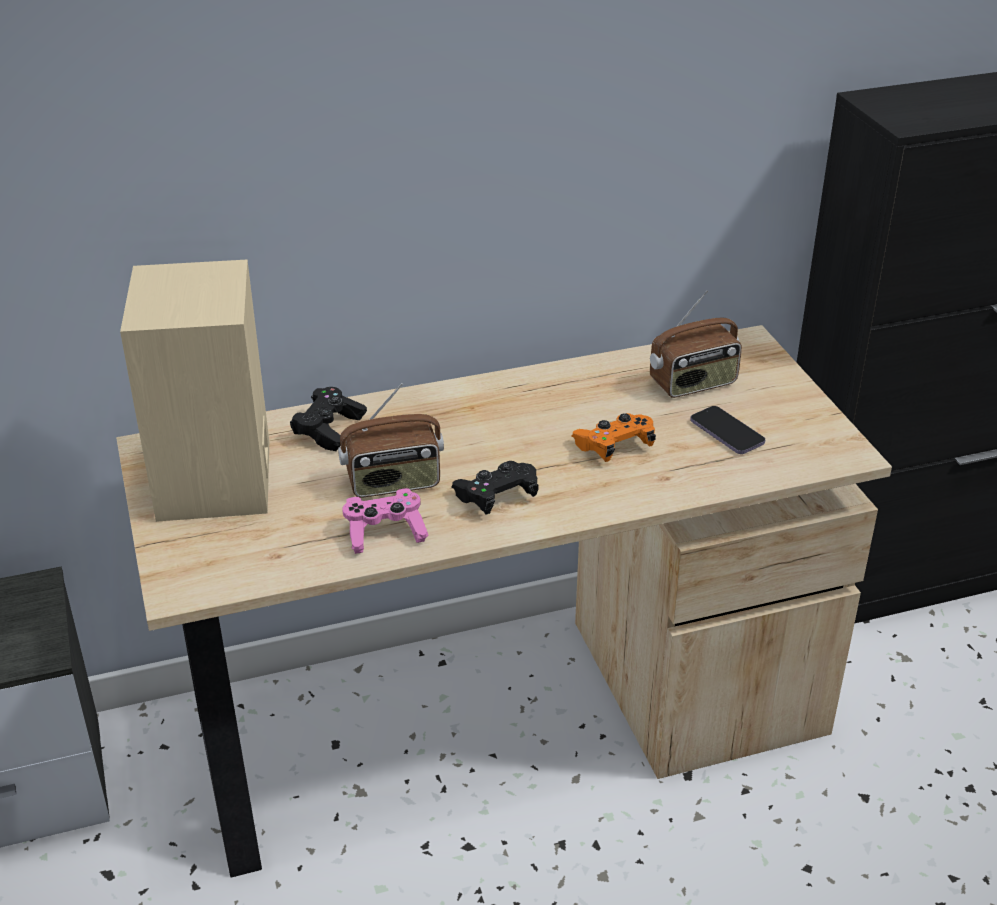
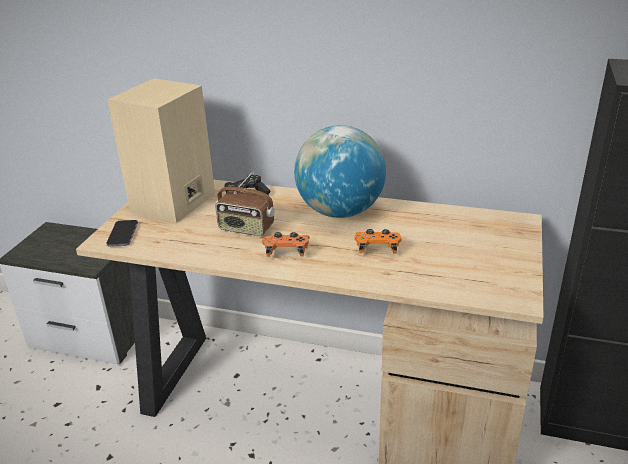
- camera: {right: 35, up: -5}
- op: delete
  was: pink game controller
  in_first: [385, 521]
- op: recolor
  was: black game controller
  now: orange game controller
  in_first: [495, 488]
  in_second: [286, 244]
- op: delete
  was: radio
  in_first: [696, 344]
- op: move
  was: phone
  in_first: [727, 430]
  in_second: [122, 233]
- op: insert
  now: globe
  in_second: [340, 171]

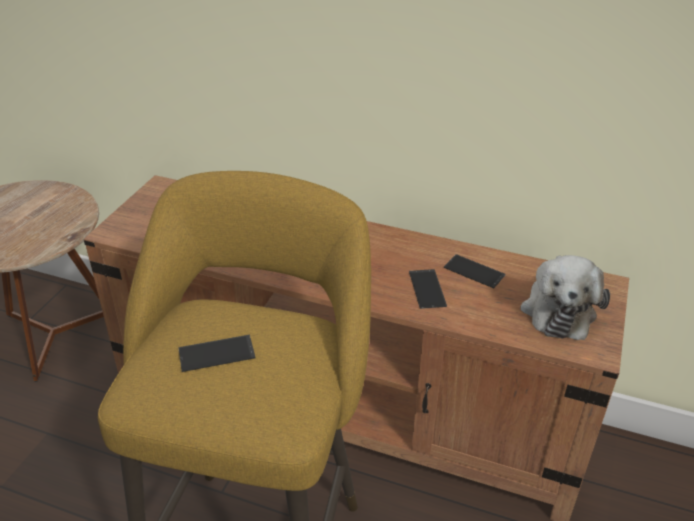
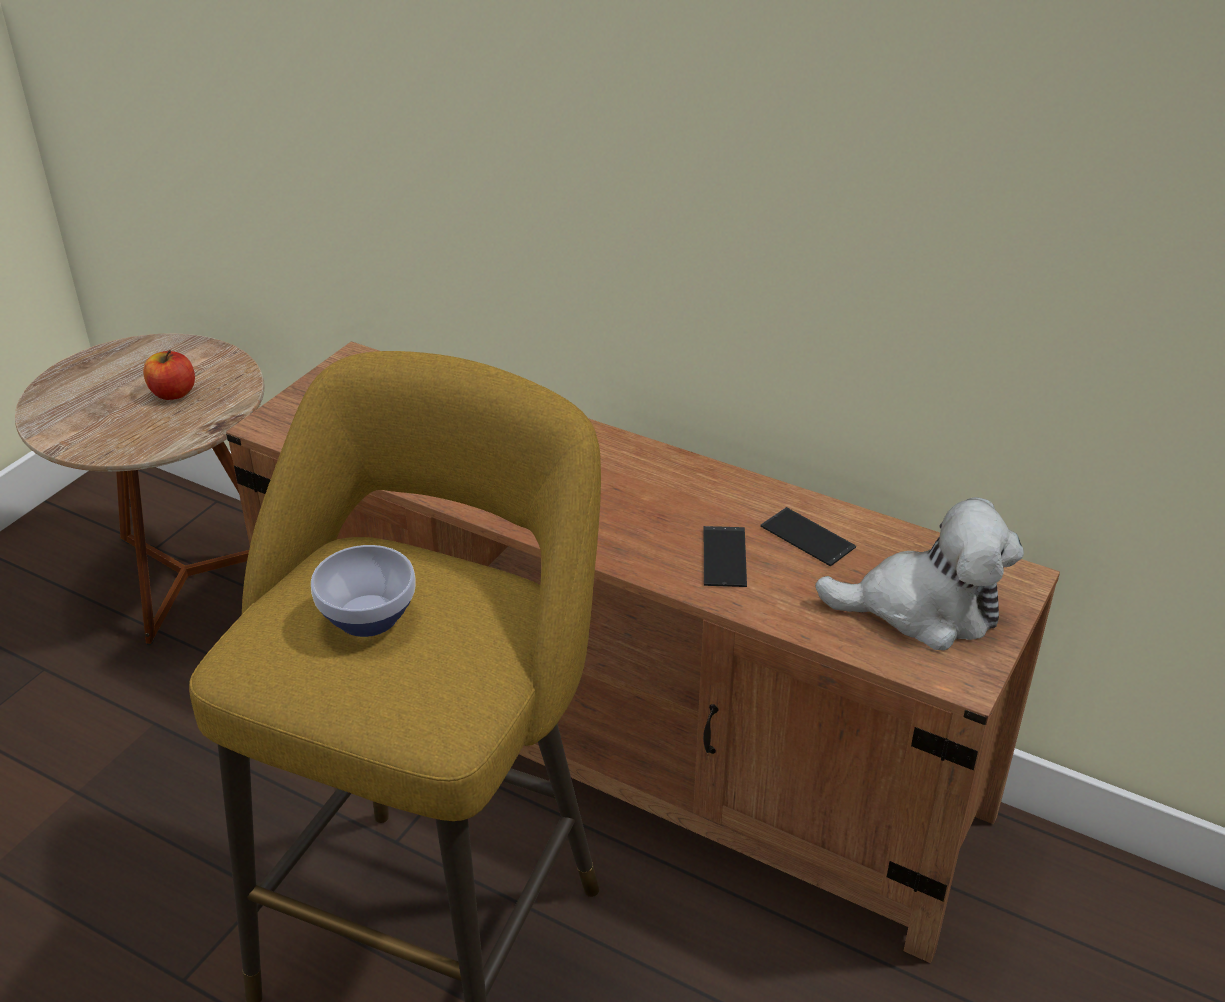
- camera: {right: 10, up: 0}
- op: replace
  was: phone
  now: bowl
  in_first: [216, 353]
  in_second: [363, 591]
- op: rotate
  was: plush toy
  in_first: [565, 297]
  in_second: [919, 573]
  clockwise: -105
- op: insert
  now: apple
  in_second: [169, 375]

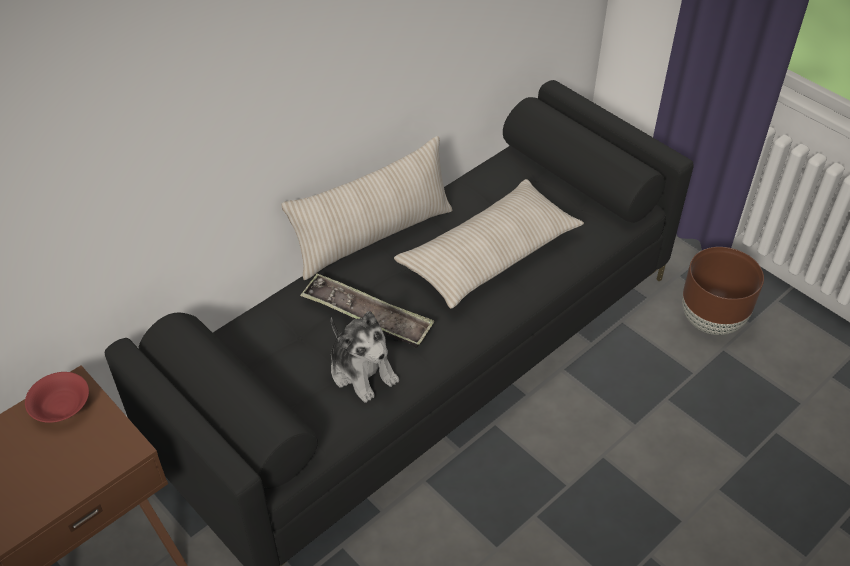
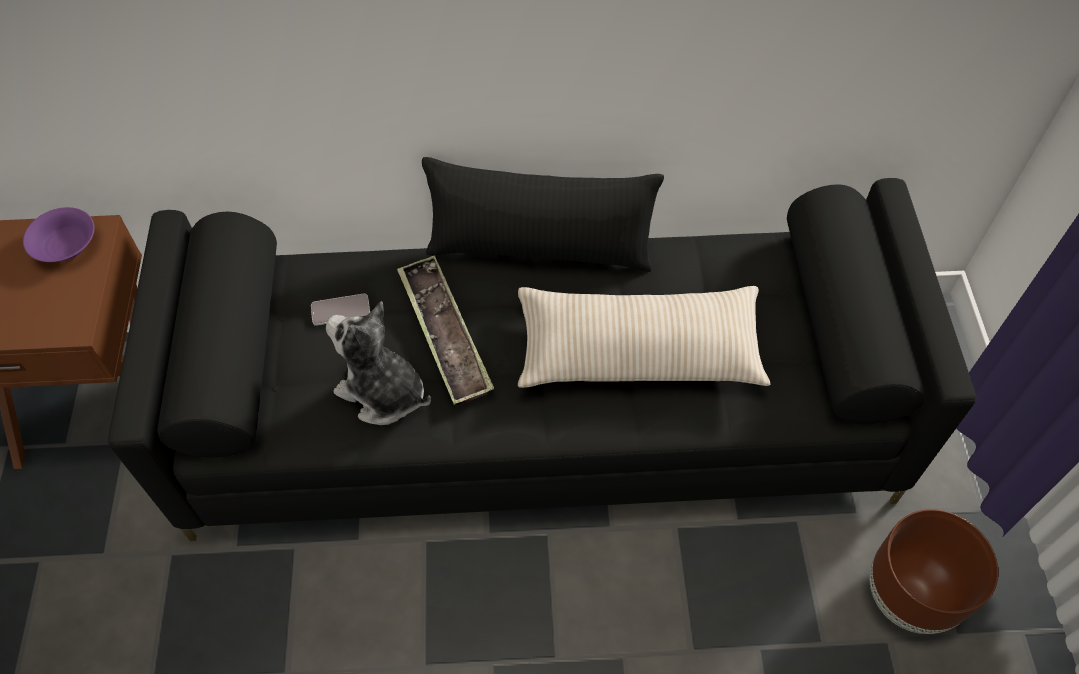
- camera: {right: 40, up: 10}
- op: recolor
  was: red bowl
  now: purple bowl
  in_first: [57, 397]
  in_second: [59, 234]
- op: recolor
  was: beige pillow
  now: black pillow
  in_first: [366, 208]
  in_second: [543, 214]
- op: rotate
  was: plush toy
  in_first: [365, 357]
  in_second: [378, 363]
  clockwise: 120
- op: insert
  now: phone
  in_second: [340, 310]

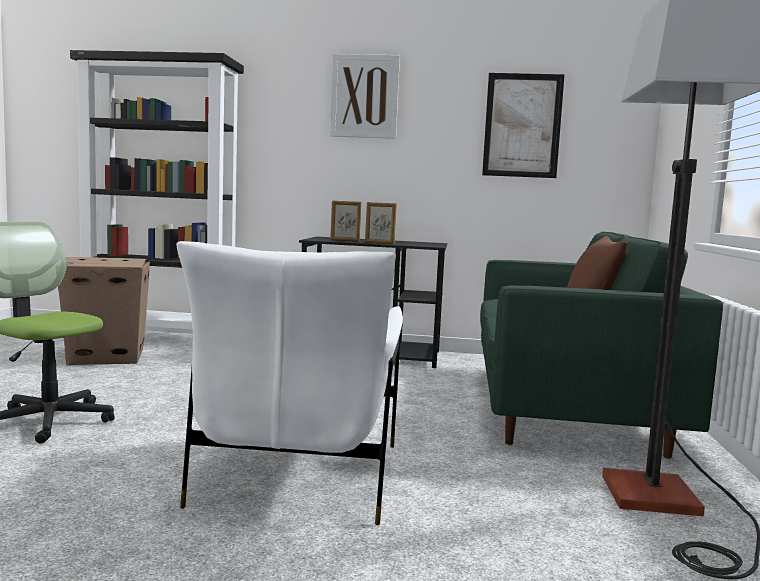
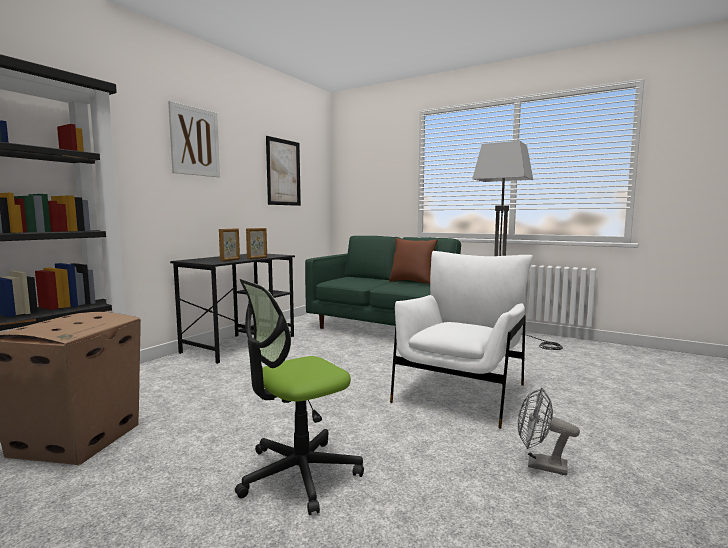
- camera: {right: -65, up: 0}
- op: rotate
  was: white armchair
  in_first: [289, 383]
  in_second: [461, 340]
  clockwise: -90
- op: insert
  now: grey fan
  in_second: [549, 432]

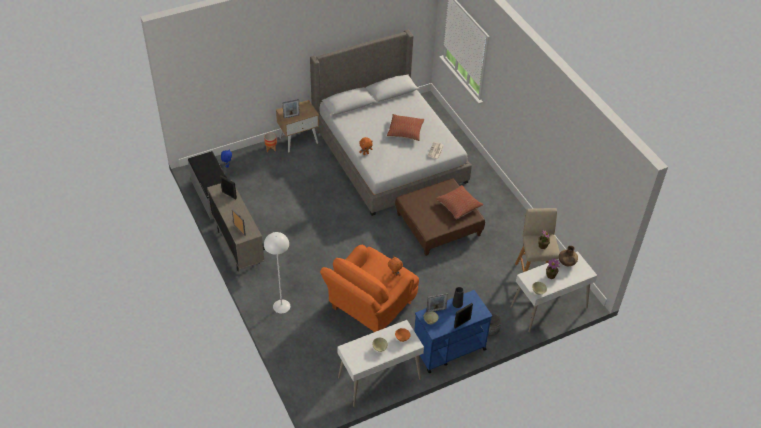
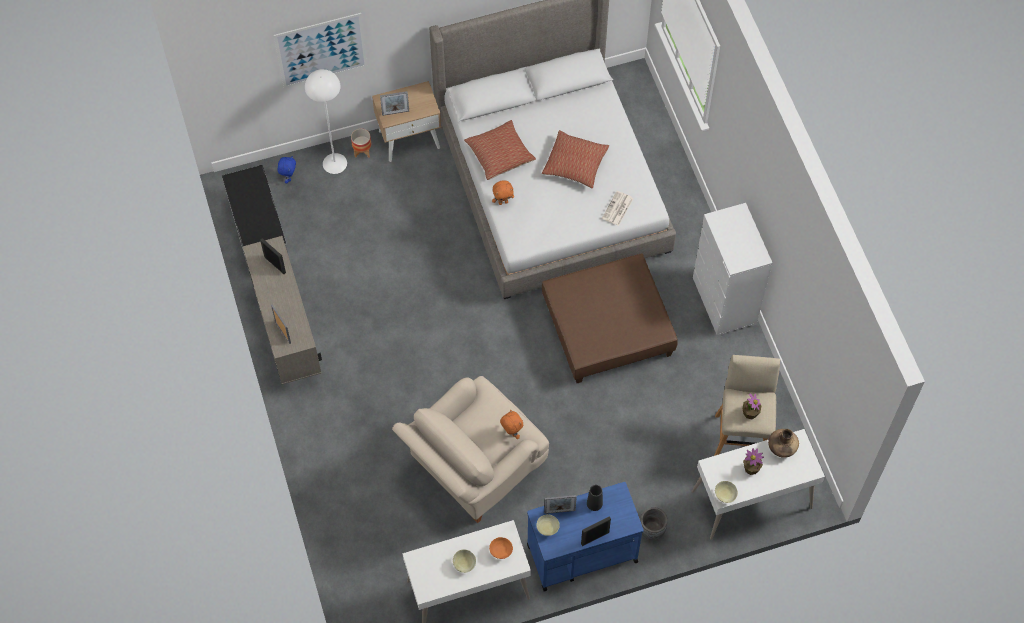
- camera: {right: 10, up: 15}
- op: move
  was: white floor lamp
  in_first: [277, 272]
  in_second: [326, 121]
- op: recolor
  was: orange armchair
  now: beige armchair
  in_first: [369, 289]
  in_second: [470, 449]
- op: move
  was: pillow
  in_first: [459, 202]
  in_second: [500, 150]
- op: insert
  now: picture
  in_second: [320, 50]
- op: insert
  now: white dresser
  in_second: [732, 269]

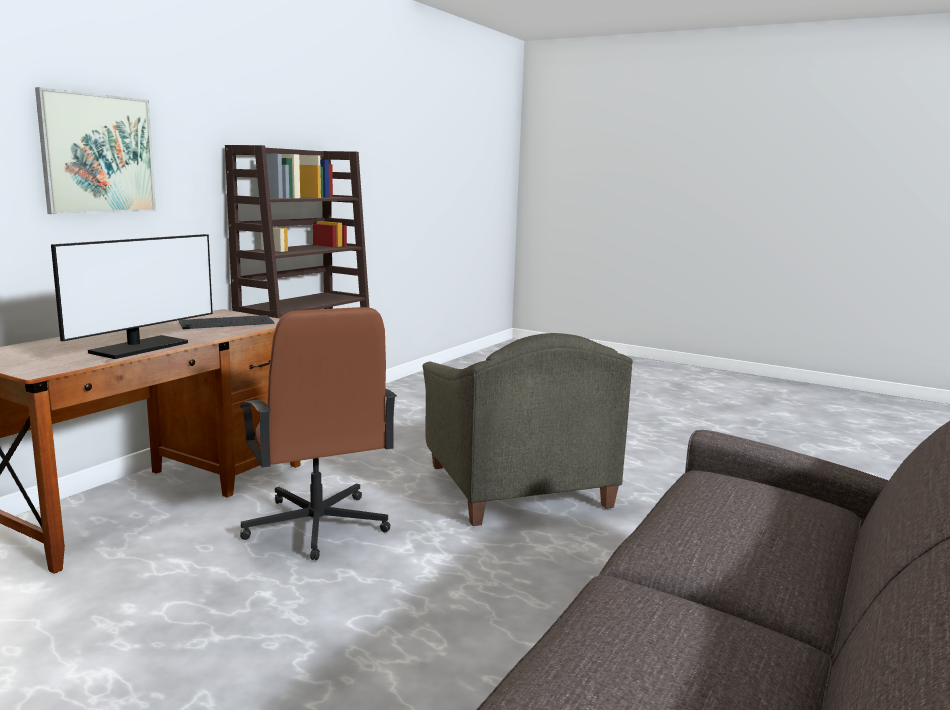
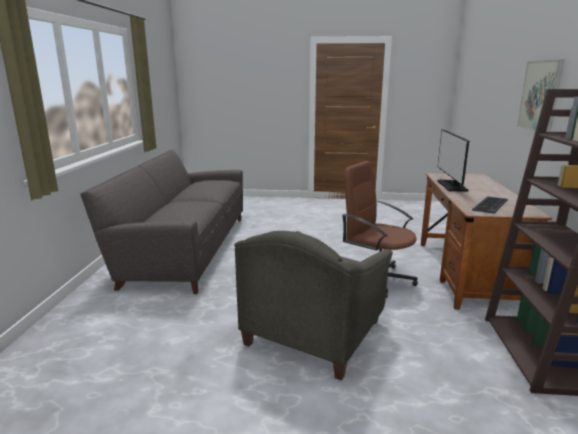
- camera: {right: 155, up: 5}
- op: rotate
  was: grey armchair
  in_first: [527, 429]
  in_second: [314, 305]
  clockwise: -105

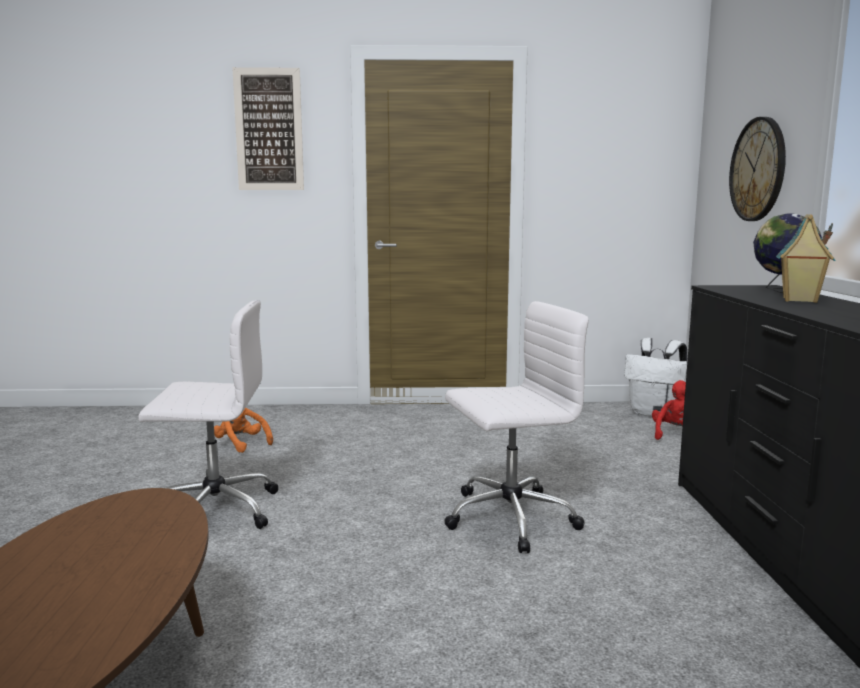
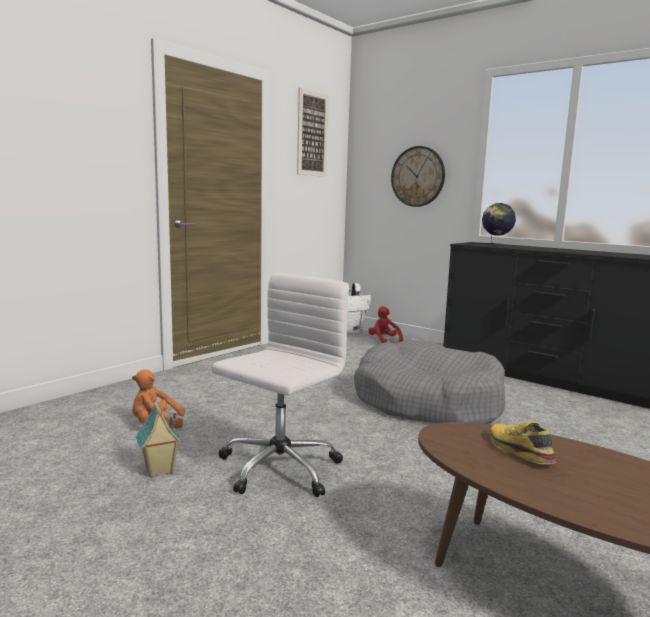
- camera: {right: -50, up: 0}
- op: move
  was: picture
  in_first: [268, 128]
  in_second: [313, 132]
- op: replace
  was: white office chair
  now: grey dog bed
  in_first: [516, 427]
  in_second: [429, 382]
- op: move
  was: toy house
  in_first: [805, 258]
  in_second: [159, 439]
- op: insert
  now: yellow shoe
  in_second: [523, 442]

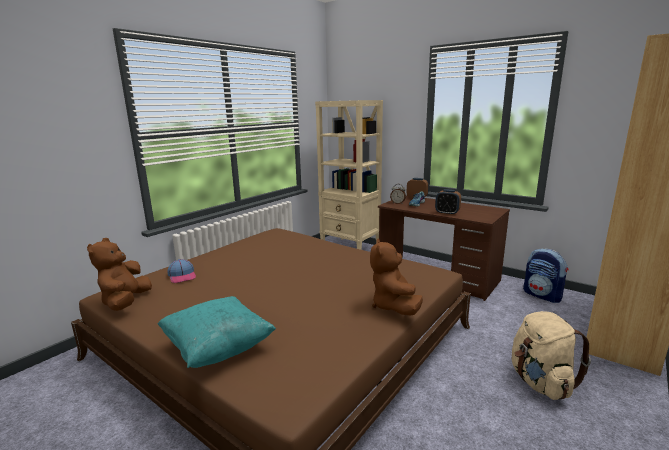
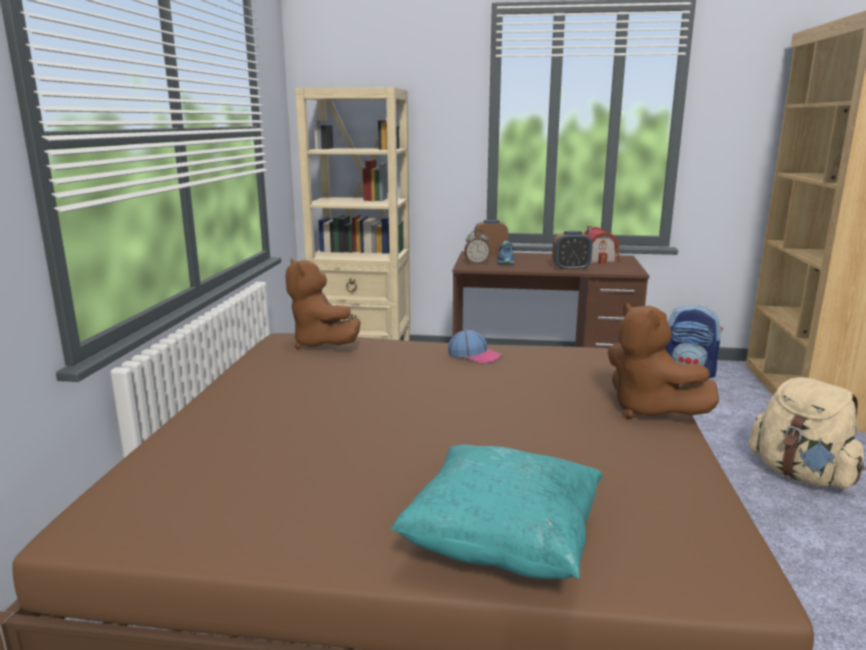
- camera: {right: -30, up: 0}
- op: move
  was: brown plush toy
  in_first: [119, 274]
  in_second: [323, 304]
- op: move
  was: cap
  in_first: [181, 271]
  in_second: [475, 346]
- op: insert
  now: toy house
  in_second: [602, 245]

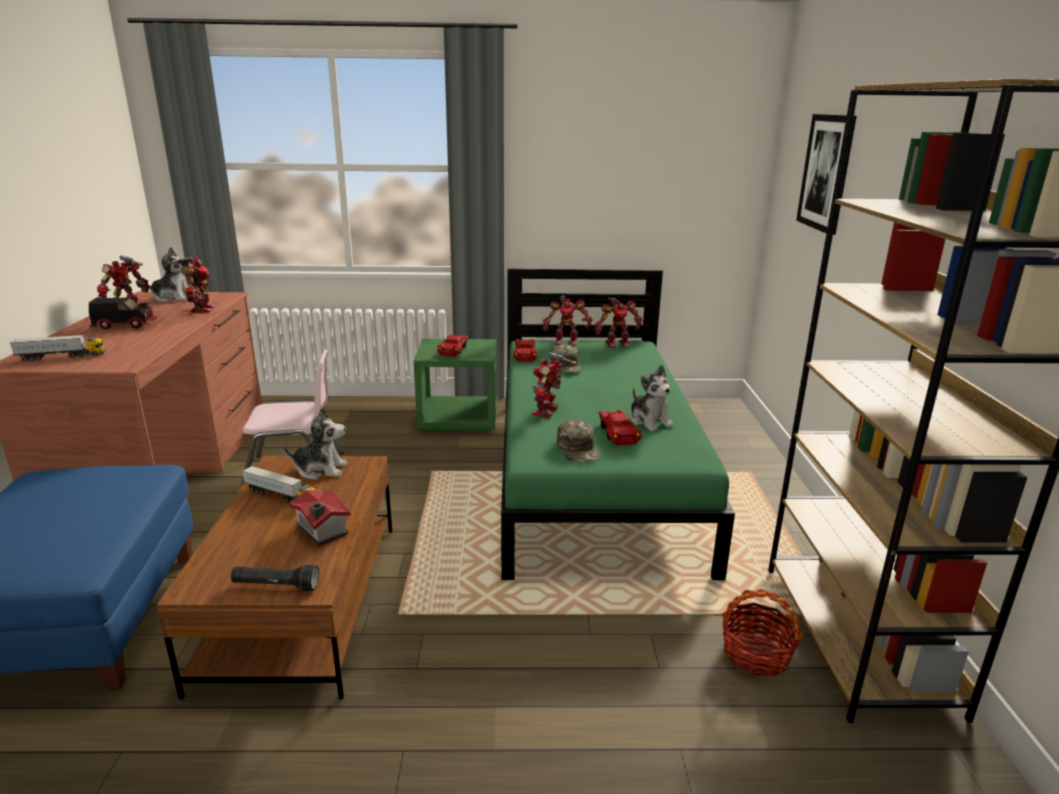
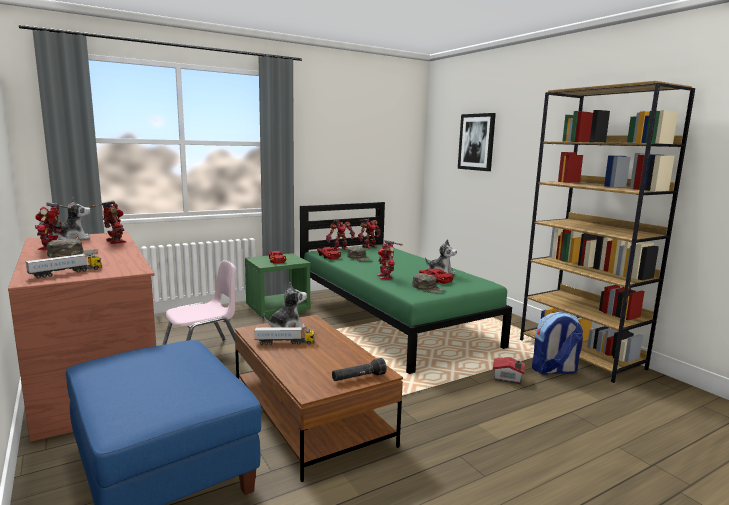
- camera: {right: -30, up: -10}
- op: replace
  was: toy truck
  now: green cap
  in_first: [123, 313]
  in_second: [72, 248]
- op: move
  was: toy house
  in_first: [320, 518]
  in_second: [509, 370]
- op: replace
  was: basket
  now: backpack
  in_first: [762, 633]
  in_second: [557, 343]

